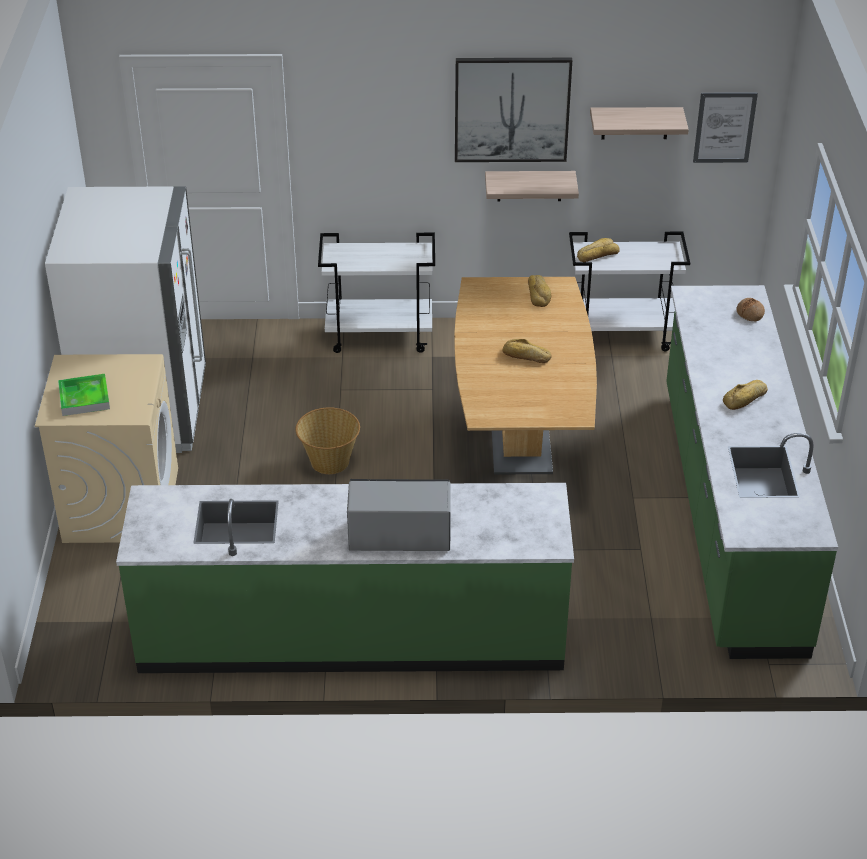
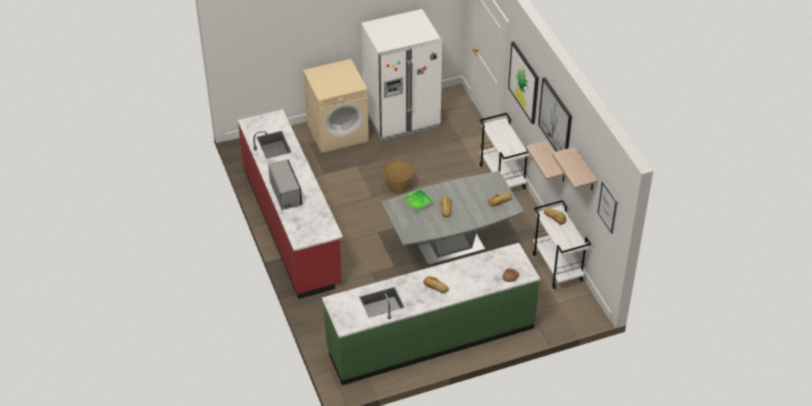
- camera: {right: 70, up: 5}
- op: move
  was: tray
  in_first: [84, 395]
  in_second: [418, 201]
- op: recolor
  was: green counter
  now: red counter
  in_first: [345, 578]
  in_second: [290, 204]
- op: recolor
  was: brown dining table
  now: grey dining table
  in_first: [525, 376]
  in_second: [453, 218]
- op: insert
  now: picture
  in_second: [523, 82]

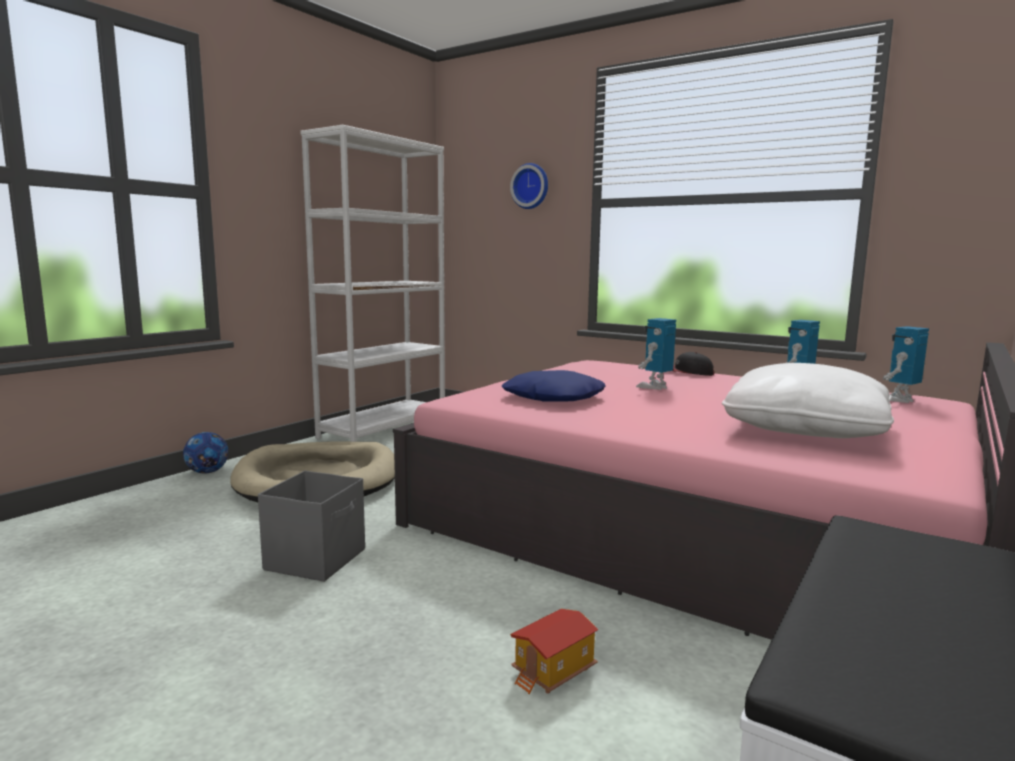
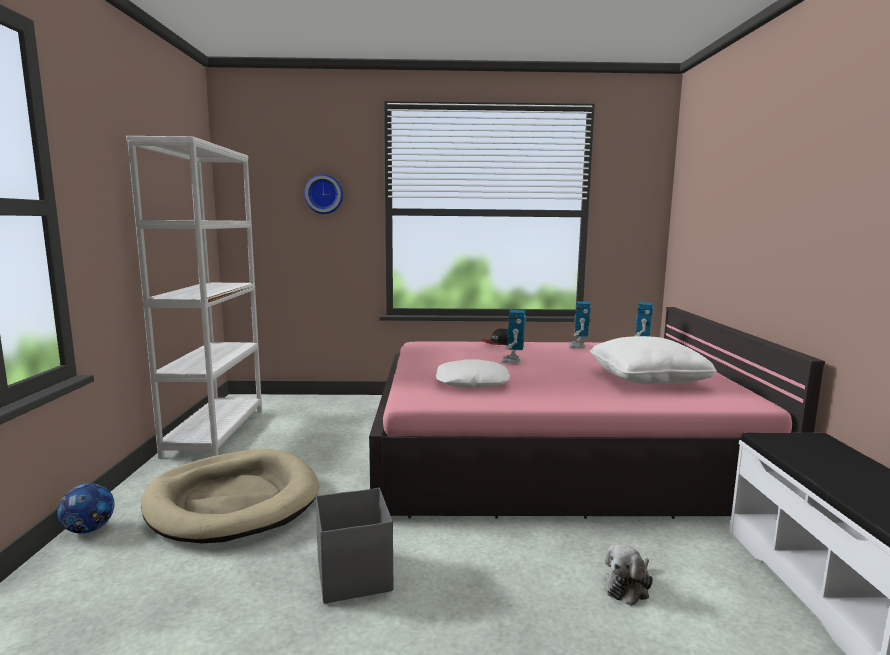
- camera: {right: -35, up: 0}
- op: recolor
  was: blue pillow
  now: white pillow
  in_first: [553, 386]
  in_second: [473, 373]
- op: replace
  was: toy house
  now: plush toy
  in_first: [554, 651]
  in_second: [628, 575]

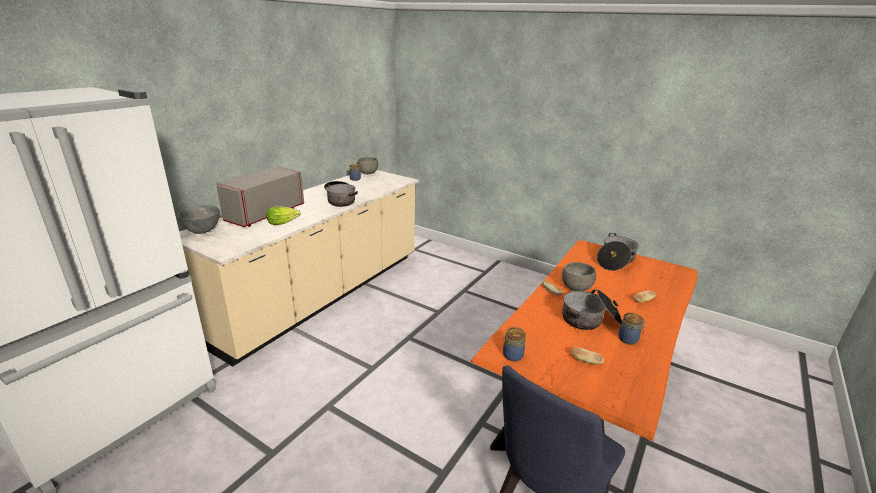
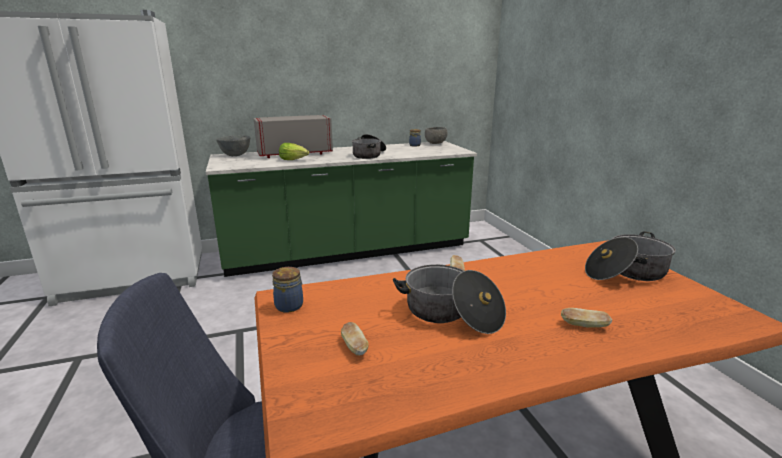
- camera: {right: 40, up: -5}
- op: recolor
  was: beige counter
  now: green counter
  in_first: [299, 268]
  in_second: [341, 209]
- op: delete
  was: grey bowl
  in_first: [579, 276]
- op: delete
  was: jar
  in_first: [632, 329]

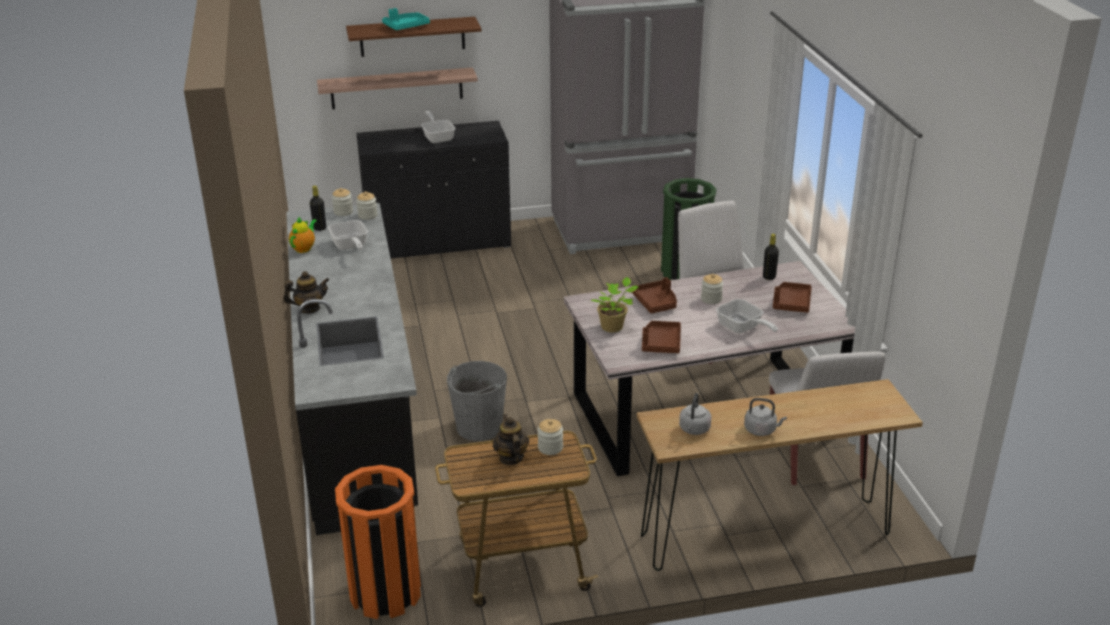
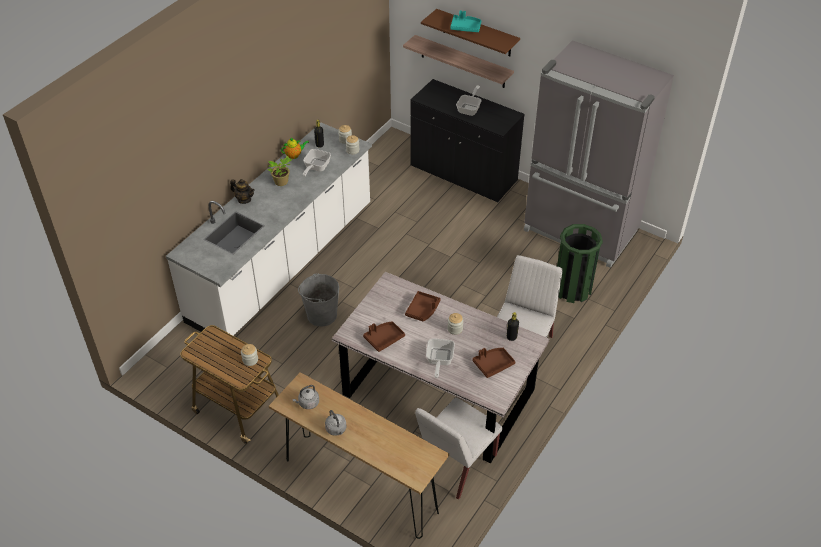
- camera: {right: 45, up: 15}
- op: recolor
  was: black counter
  now: white counter
  in_first: [352, 369]
  in_second: [269, 231]
- op: delete
  was: orange trash can
  in_first: [378, 542]
- op: delete
  was: teapot
  in_first: [511, 439]
- op: move
  was: potted plant
  in_first: [614, 304]
  in_second: [279, 171]

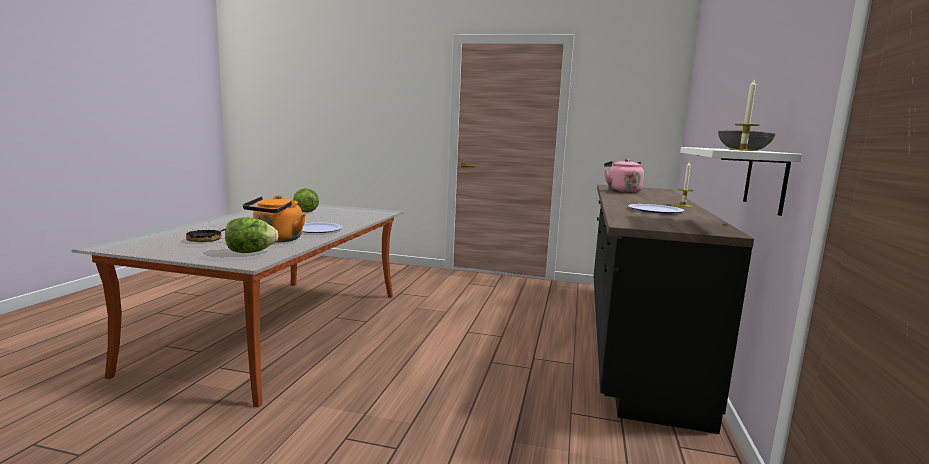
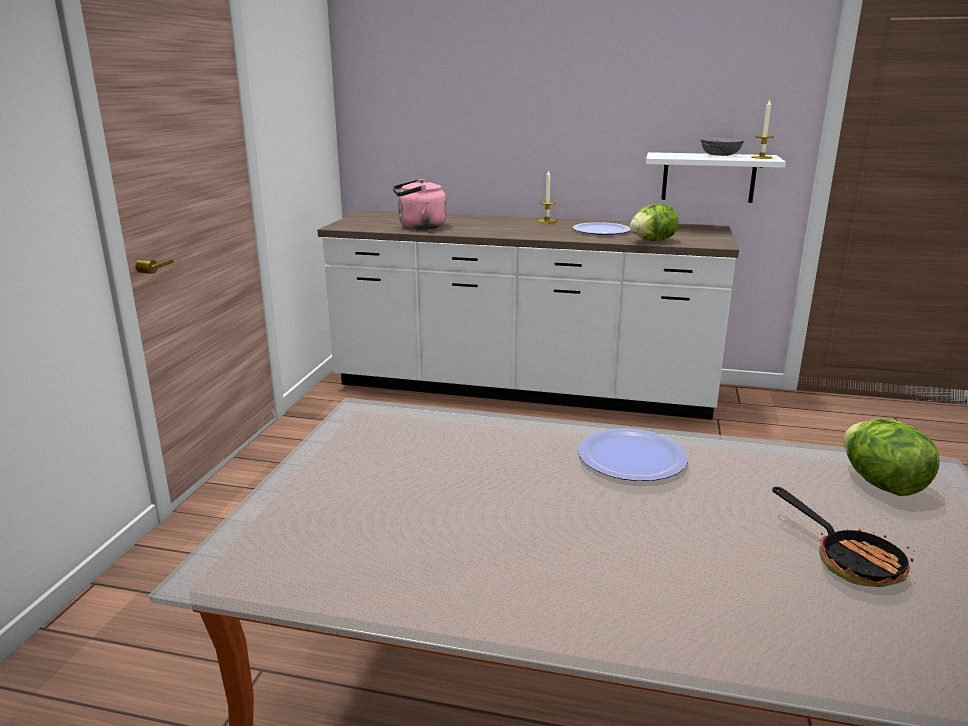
- camera: {right: -90, up: 10}
- op: delete
  was: orange kettle
  in_first: [274, 219]
- op: move
  was: lettuce
  in_first: [306, 200]
  in_second: [654, 222]
- op: recolor
  was: black counter
  now: white counter
  in_first: [674, 309]
  in_second: [528, 315]

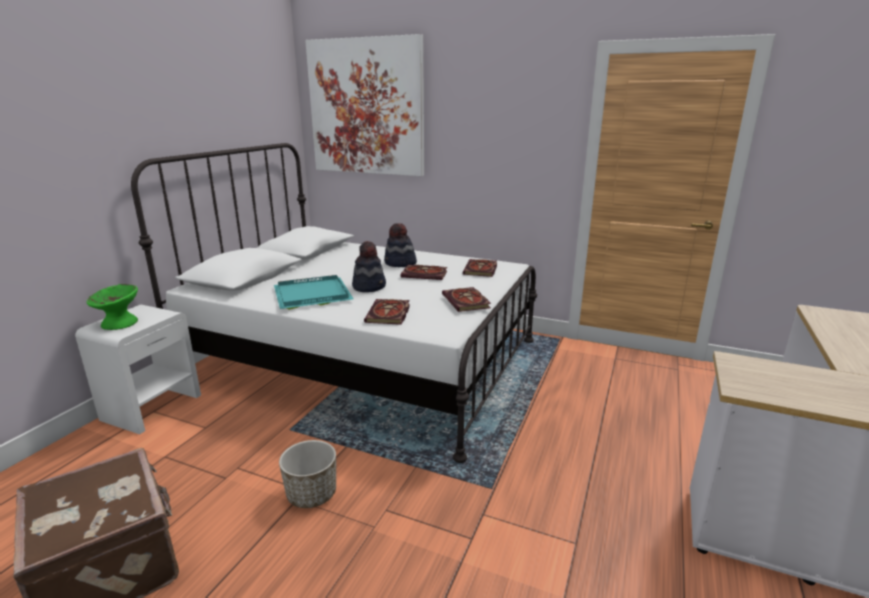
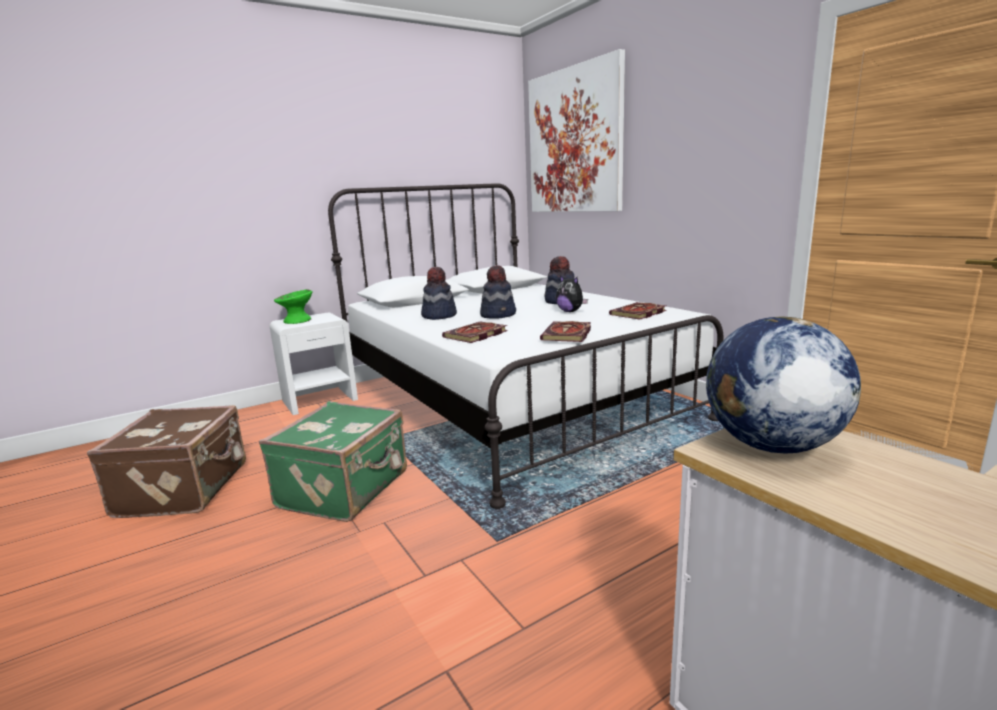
- camera: {right: 35, up: -5}
- op: replace
  was: turquoise tray
  now: hat
  in_first: [314, 292]
  in_second: [439, 293]
- op: replace
  was: planter
  now: green suitcase
  in_first: [307, 474]
  in_second: [333, 461]
- op: replace
  was: book
  now: plush toy
  in_first: [424, 272]
  in_second: [572, 293]
- op: insert
  now: globe
  in_second: [783, 385]

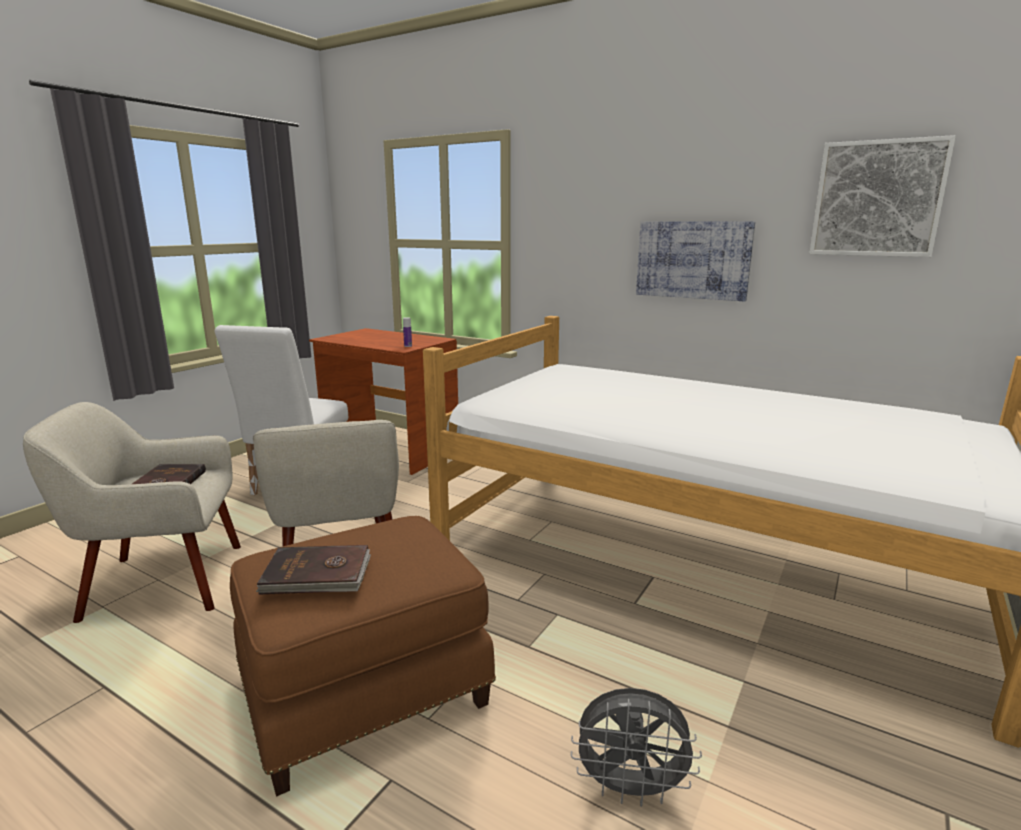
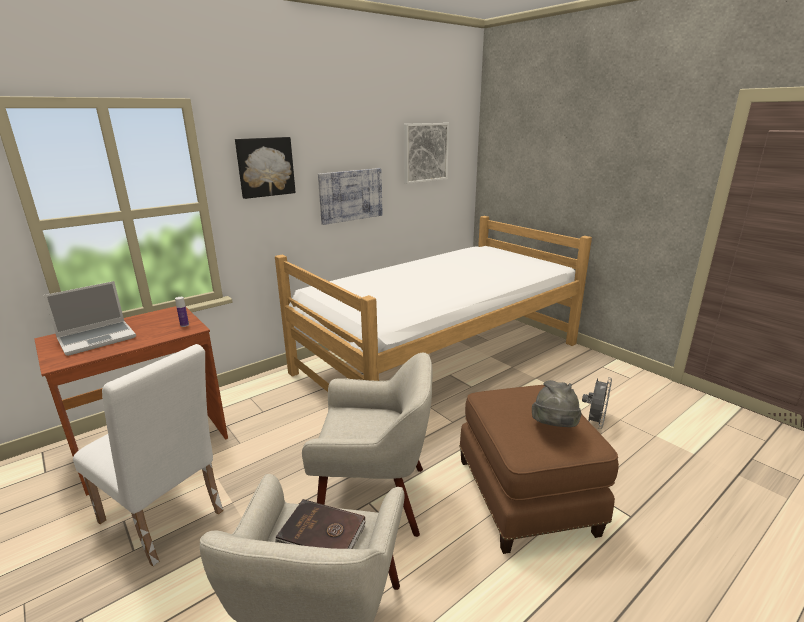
- camera: {right: -70, up: 5}
- op: replace
  was: brown book
  now: grey hat
  in_first: [313, 570]
  in_second: [557, 403]
- op: insert
  now: laptop
  in_second: [89, 318]
- op: insert
  now: picture
  in_second: [265, 168]

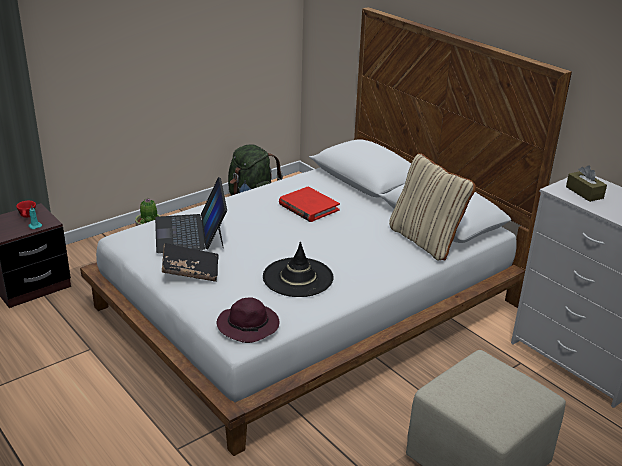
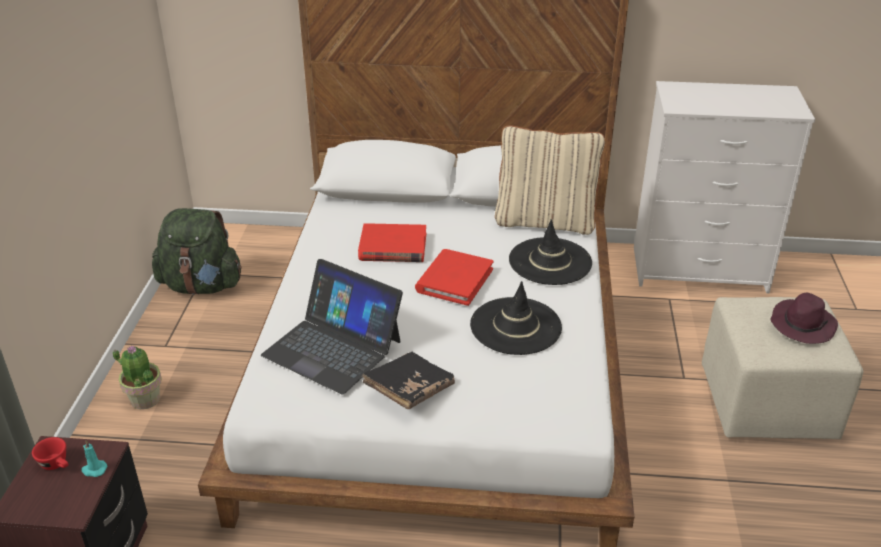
- camera: {right: -45, up: 5}
- op: move
  was: purple hat
  in_first: [248, 320]
  in_second: [804, 318]
- op: delete
  was: brown tissue box
  in_first: [586, 183]
- op: insert
  now: red book
  in_second: [454, 277]
- op: insert
  now: black hat
  in_second: [550, 252]

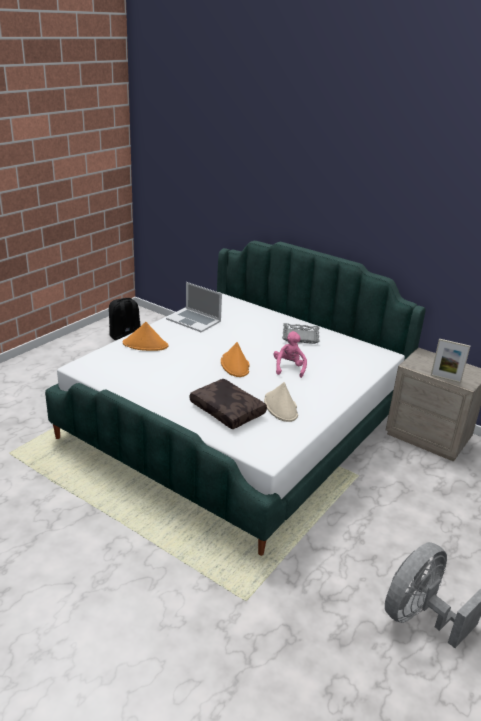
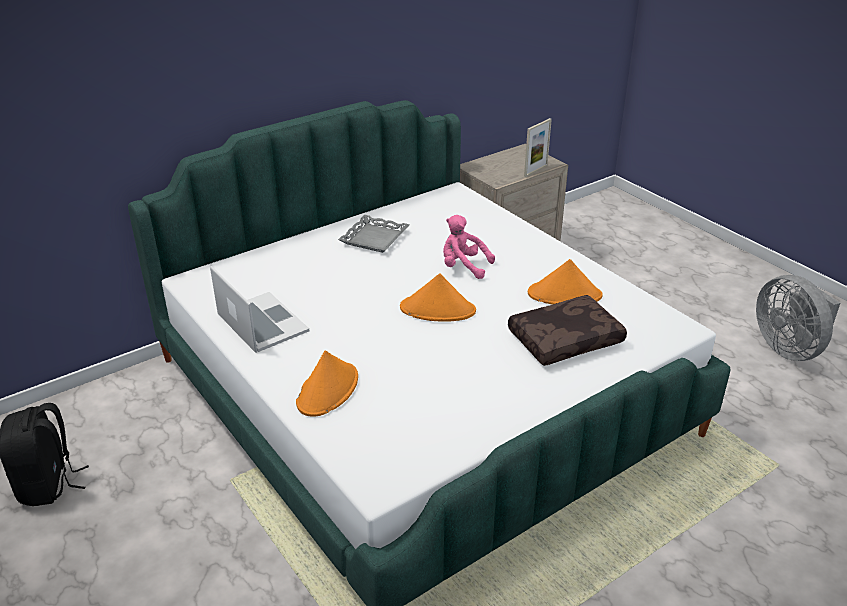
- camera: {right: -70, up: 5}
- op: rotate
  was: laptop
  in_first: [194, 307]
  in_second: [259, 309]
  clockwise: -90
- op: recolor
  was: beige hat
  now: orange hat
  in_first: [281, 402]
  in_second: [565, 282]

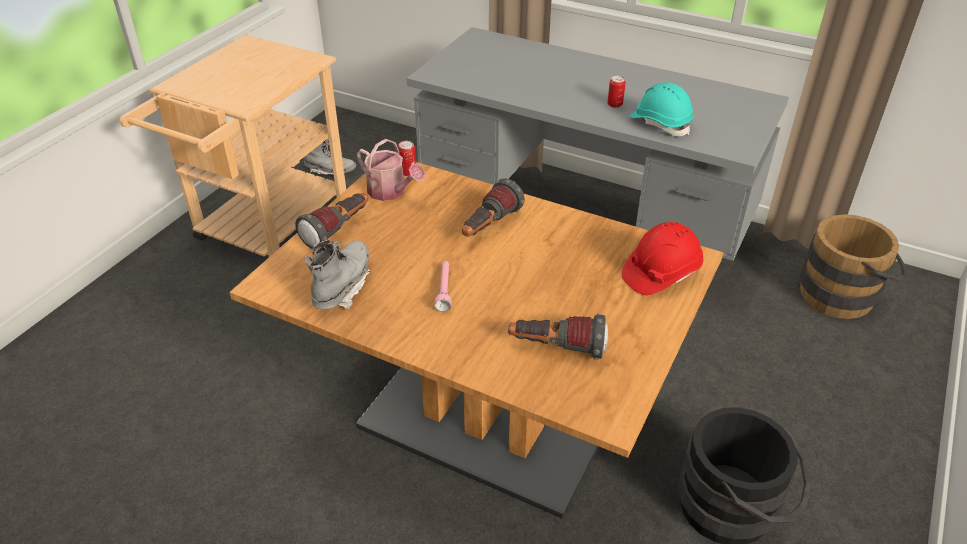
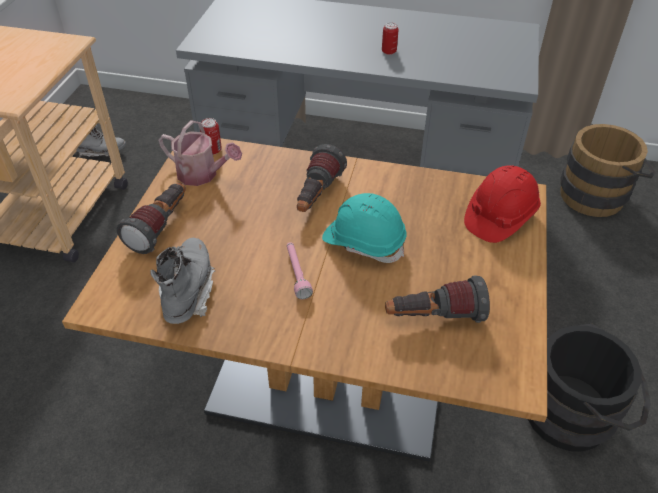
- camera: {right: -15, up: 5}
- op: move
  was: turquoise hard hat
  in_first: [661, 109]
  in_second: [364, 228]

